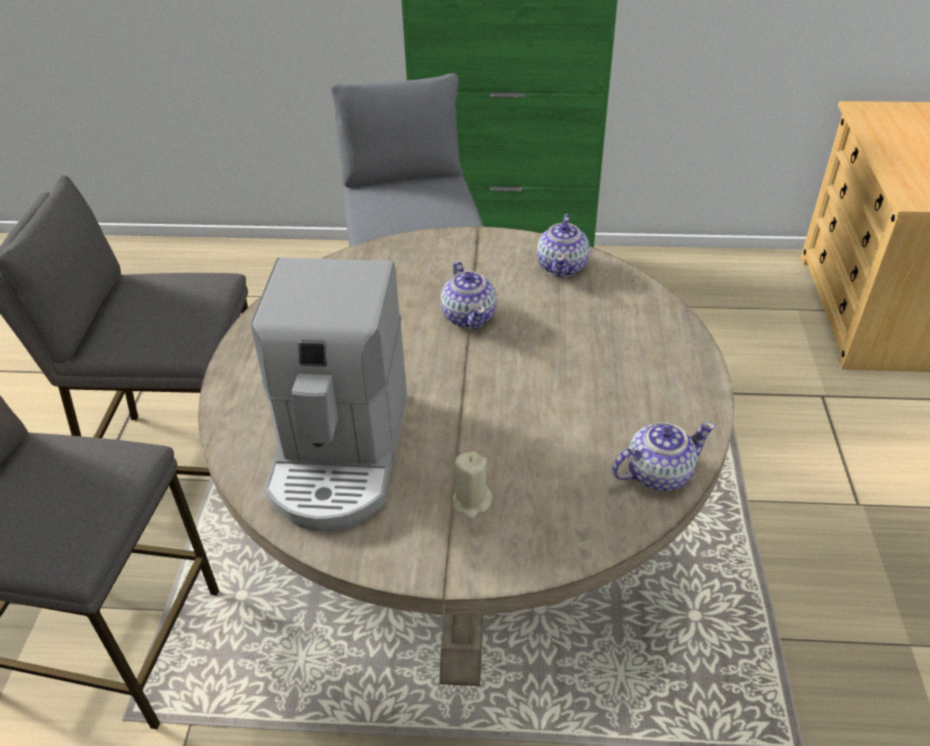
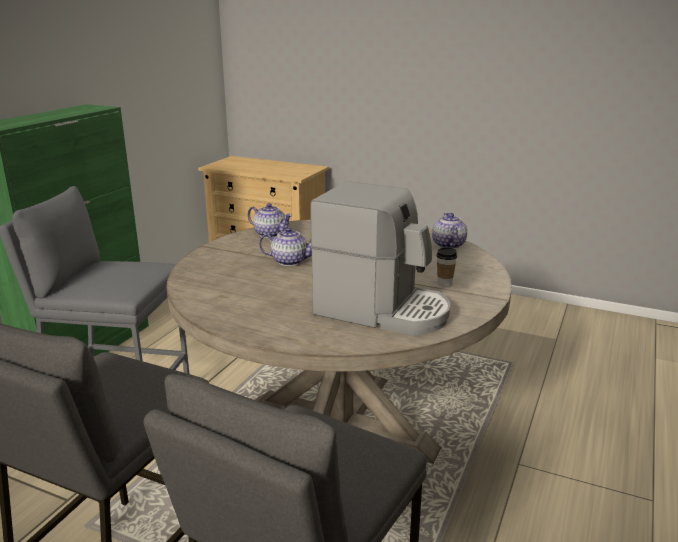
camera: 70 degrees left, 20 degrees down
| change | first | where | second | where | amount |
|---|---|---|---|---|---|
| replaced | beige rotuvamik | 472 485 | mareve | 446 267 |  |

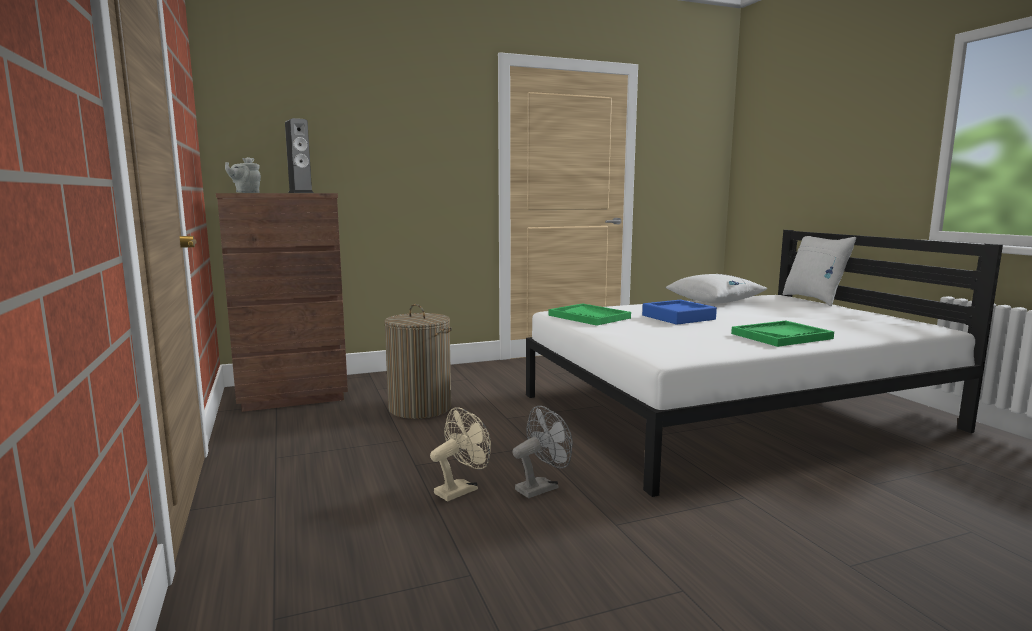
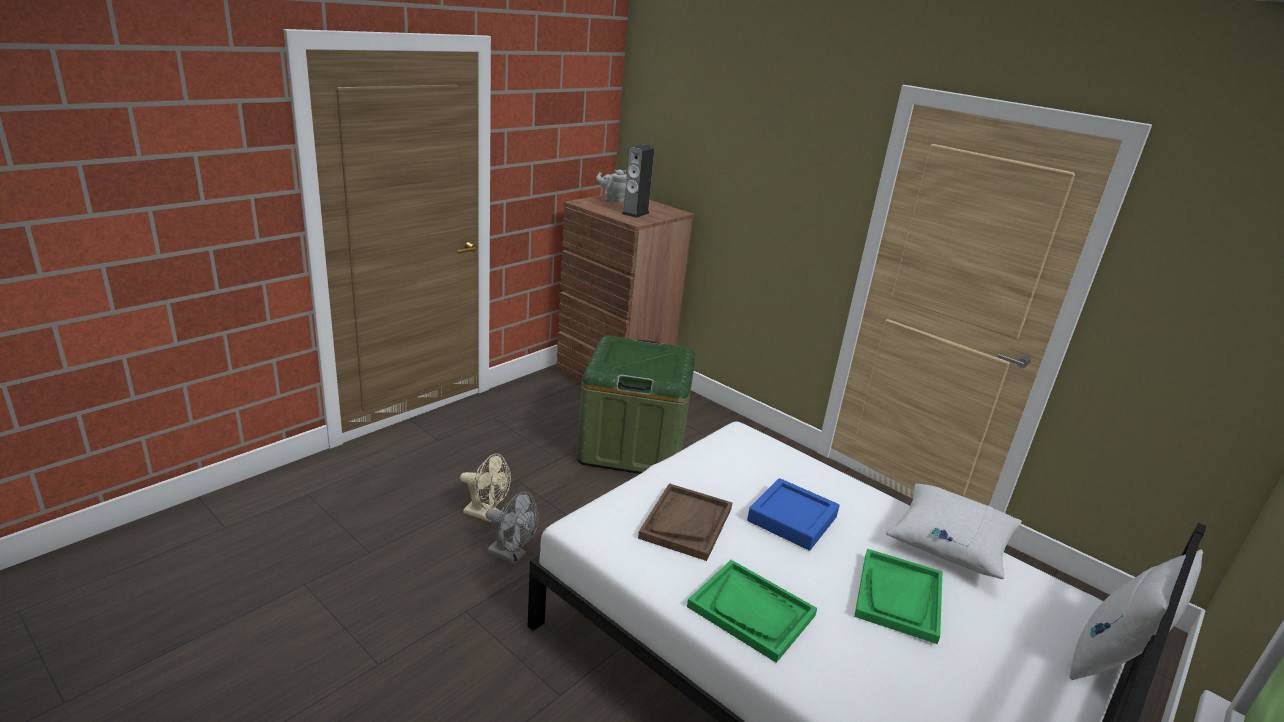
camera: 60 degrees right, 15 degrees up
| change | first | where | second | where | amount |
|---|---|---|---|---|---|
| added |  |  | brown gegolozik | 685 522 |  |
| moved | green gegolozik | 589 315 |  | 898 596 |  |
| replaced | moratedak | 418 361 | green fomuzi | 636 405 |  |

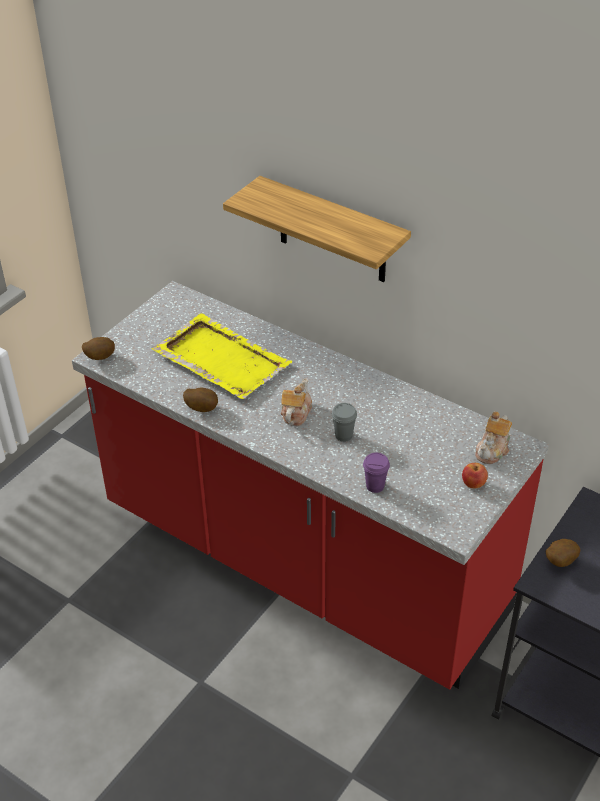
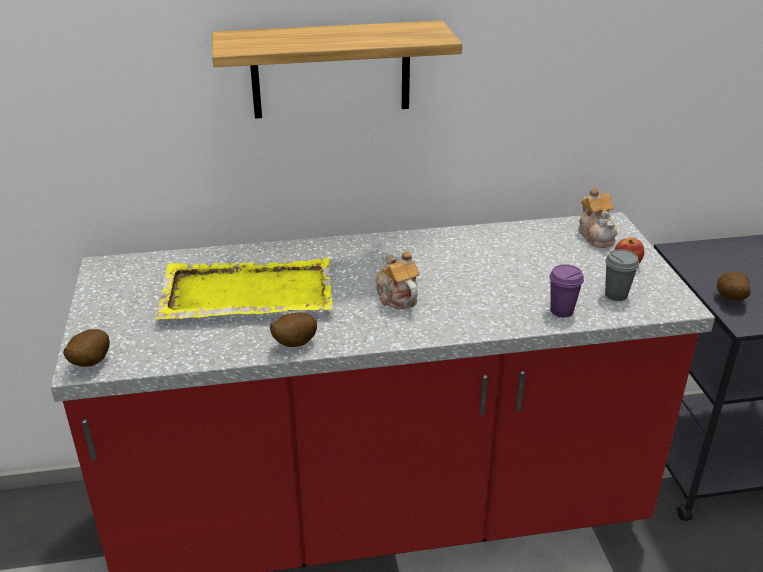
camera: 45 degrees left, 10 degrees down
| change | first | where | second | where | amount |
|---|---|---|---|---|---|
| moved | grey mareve | 344 422 |  | 622 275 |  |

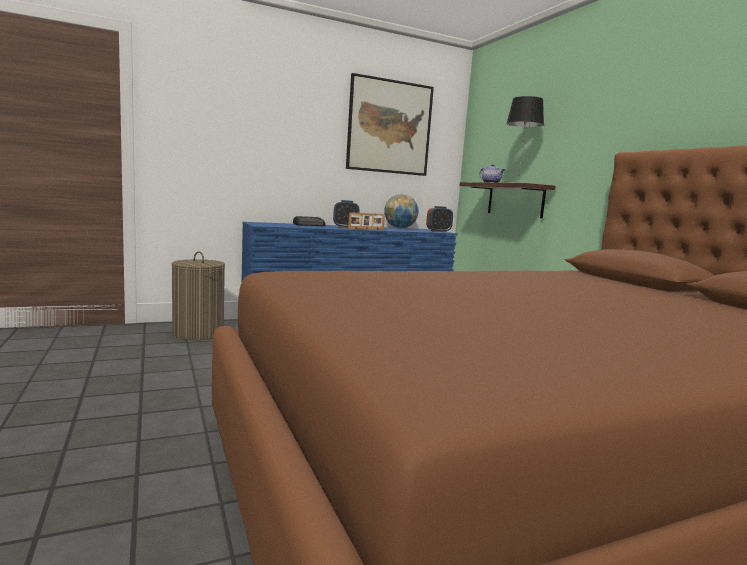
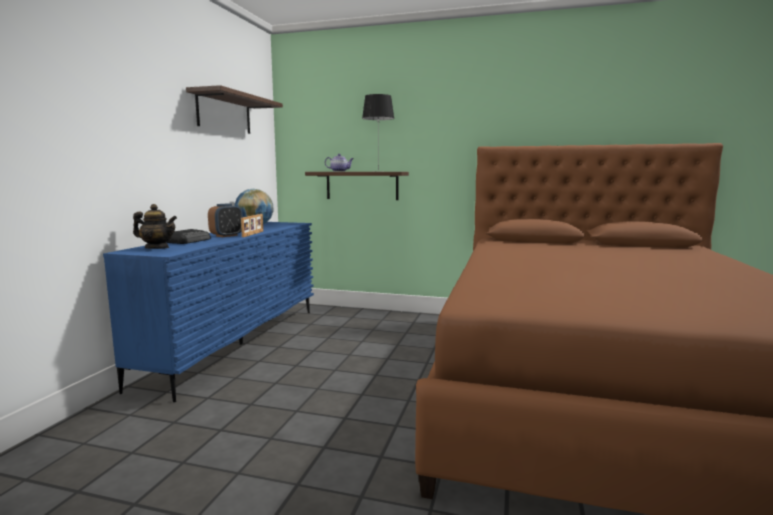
camera: 50 degrees left, 0 degrees up
| change | first | where | second | where | amount |
|---|---|---|---|---|---|
| removed | moratedak | 198 295 |  |  |  |
| removed | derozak | 439 219 |  |  |  |
| added |  |  | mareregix | 155 226 |  |
| replaced | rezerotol | 390 124 | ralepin | 234 109 |  |

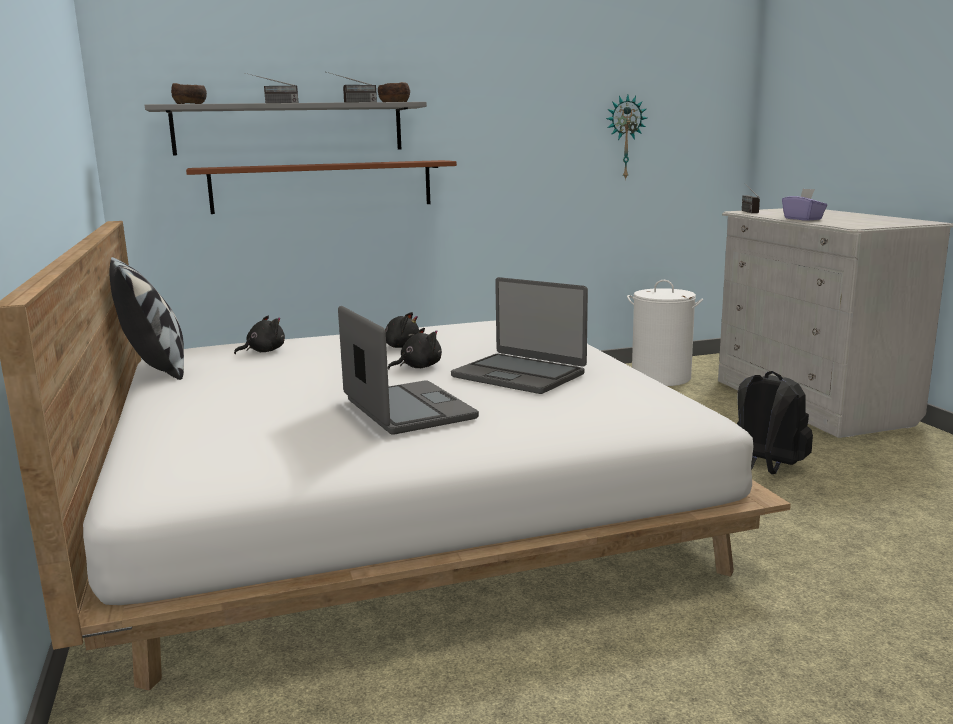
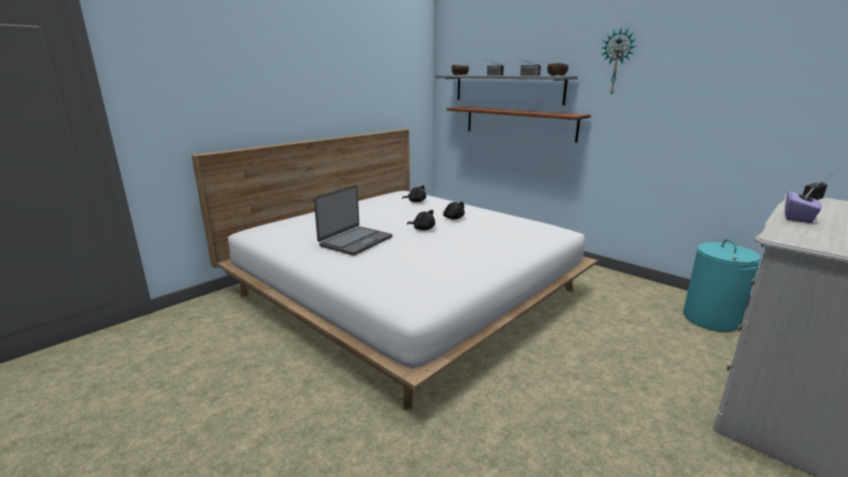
camera: 60 degrees right, 5 degrees up
| change | first | where | second | where | amount |
|---|---|---|---|---|---|
| removed | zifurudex | 147 318 |  |  |  |
| removed | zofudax | 519 335 |  |  |  |
| removed | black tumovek | 775 422 |  |  |  |
| moved | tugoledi | 626 137 |  | 619 62 |  |
| recoloured | white moratedak | 665 333 | turquoise moratedak | 722 285 |  |

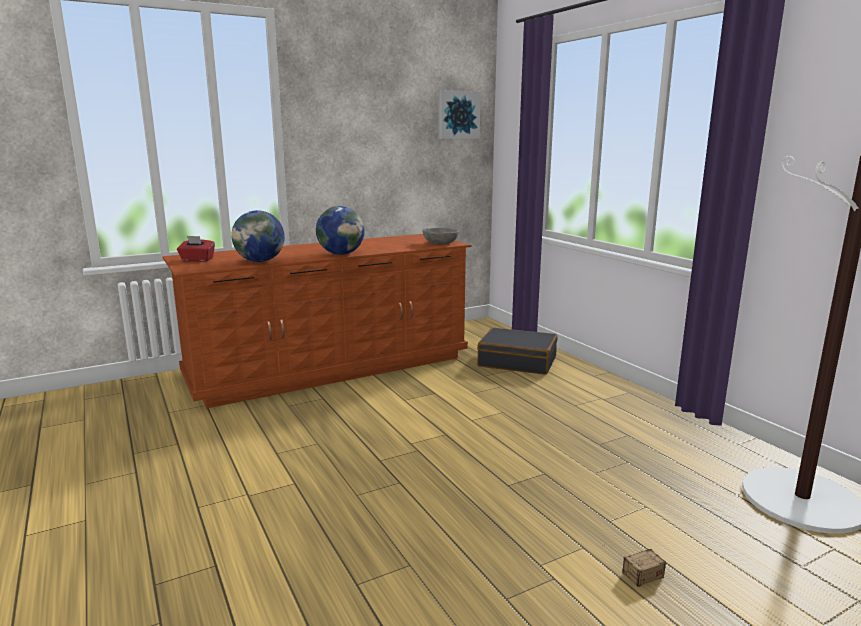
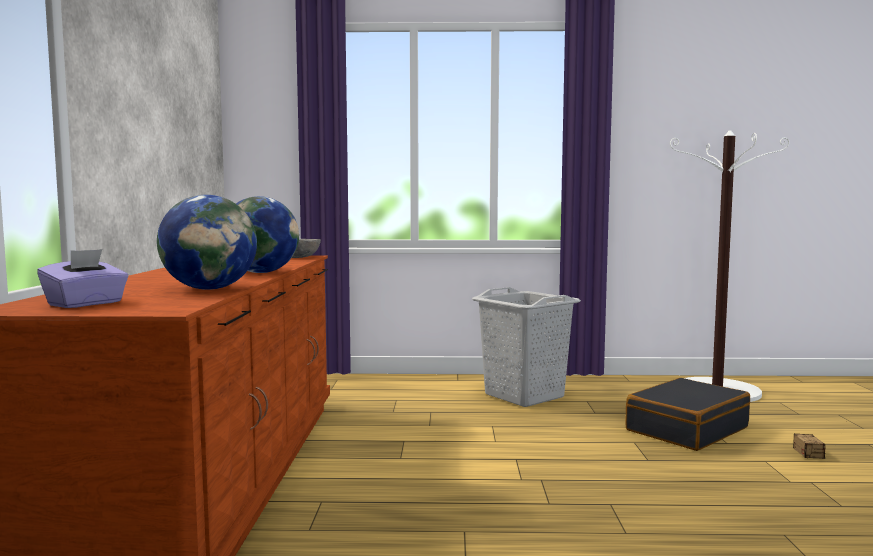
camera: 60 degrees left, 10 degrees down
| change | first | where | second | where | amount |
|---|---|---|---|---|---|
| removed | rezerotol | 460 114 |  |  |  |
| added |  |  | grey moratedak | 526 347 |  |
| moved | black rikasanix | 517 351 |  | 687 414 |  |
| recoloured | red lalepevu | 196 248 | purple lalepevu | 82 278 |  |

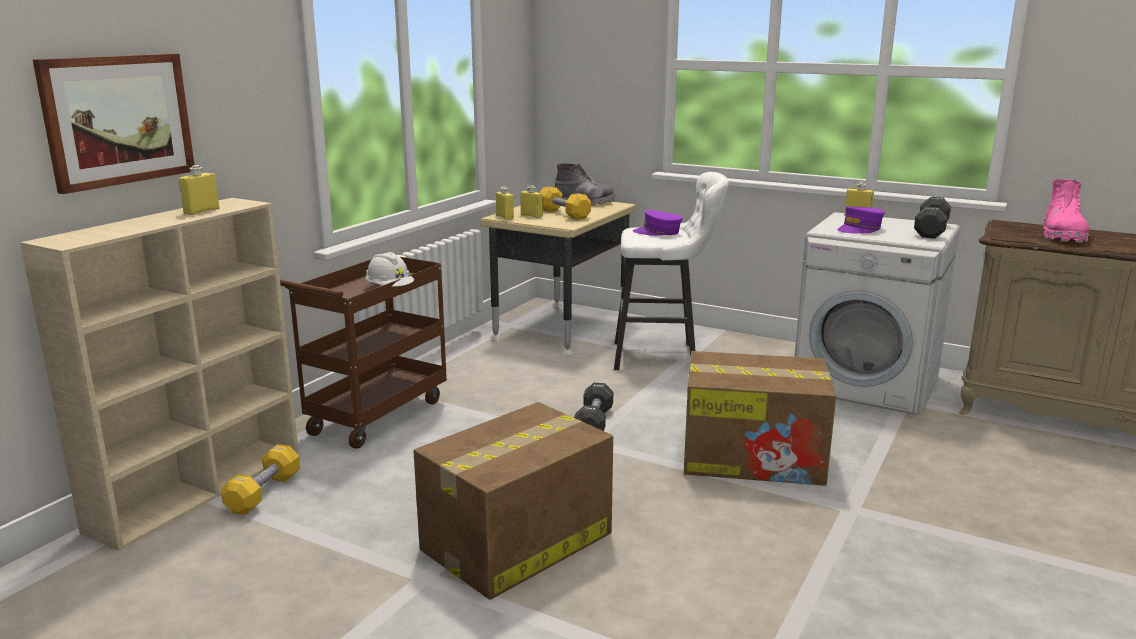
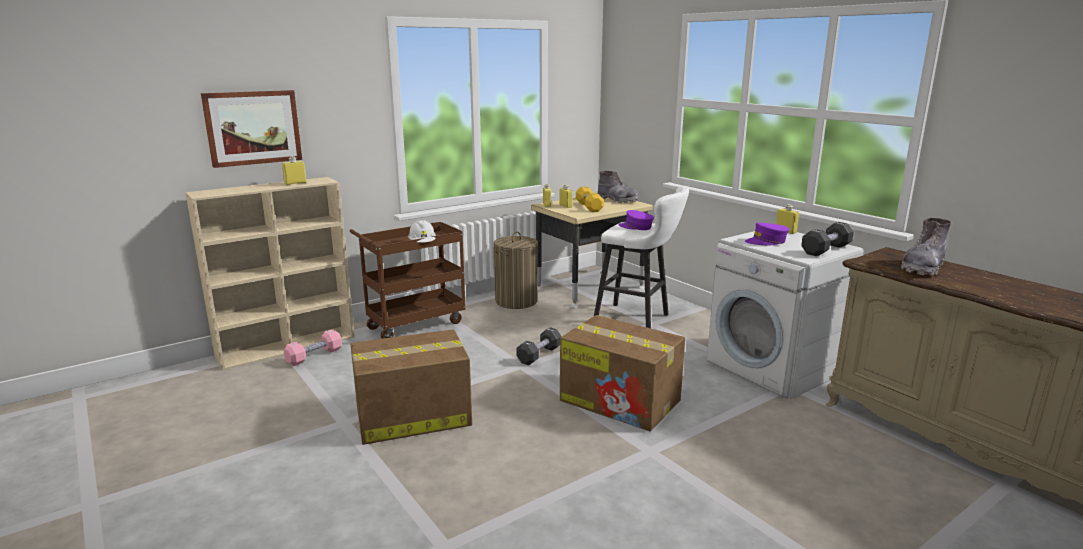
camera: 25 degrees right, 0 degrees up
| change | first | where | second | where | amount |
|---|---|---|---|---|---|
| added |  |  | moratedak | 516 270 |  |
| recoloured | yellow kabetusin | 260 479 | pink kabetusin | 313 347 |  |
| recoloured | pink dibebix | 1066 211 | grey dibebix | 926 247 |  |

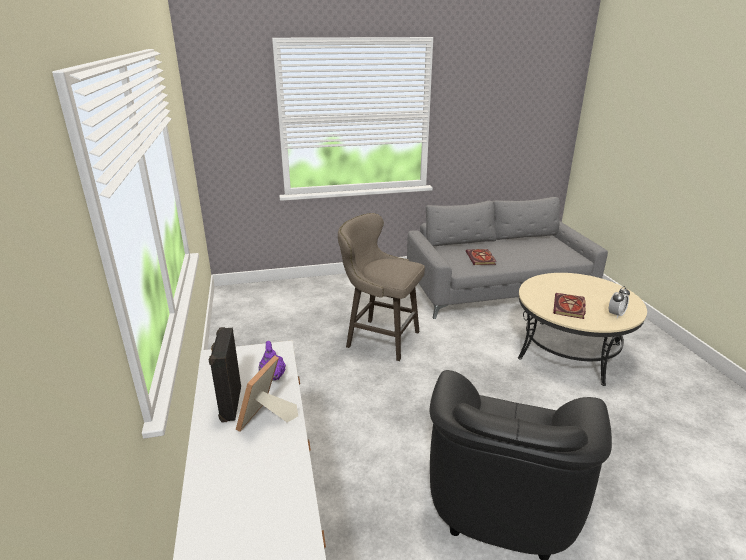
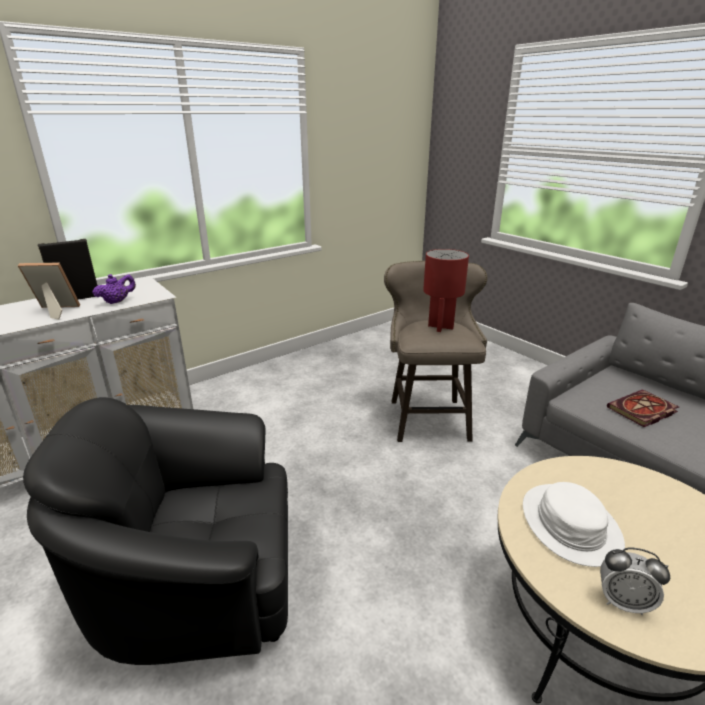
camera: 65 degrees right, 0 degrees up
| change | first | where | second | where | amount |
|---|---|---|---|---|---|
| added |  |  | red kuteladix | 446 290 |  |
| replaced | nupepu | 569 306 | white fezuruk | 574 524 |  |

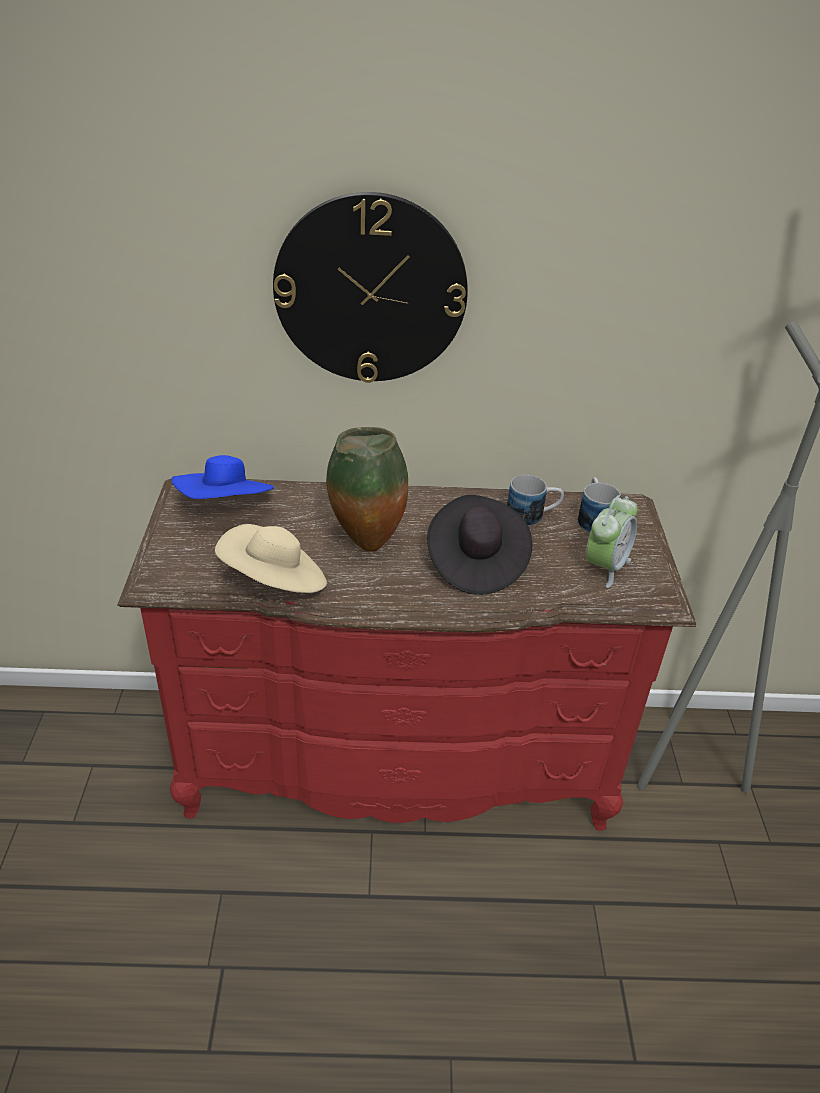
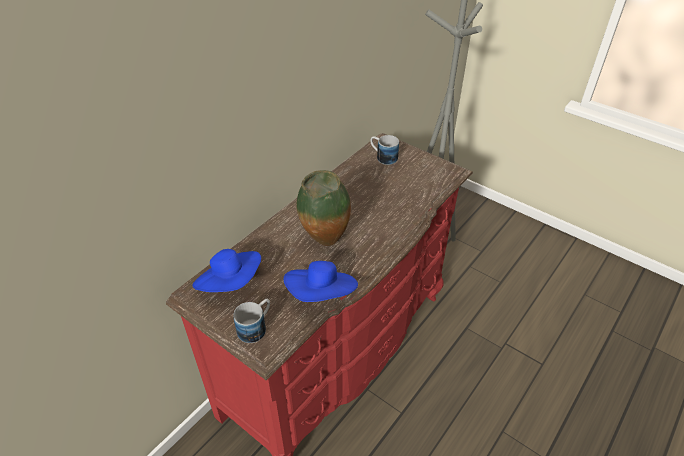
camera: 50 degrees left, 5 degrees up
| change | first | where | second | where | amount |
|---|---|---|---|---|---|
| removed | tugoledi | 370 287 |  |  |  |
| removed | black fezuruk | 479 545 |  |  |  |
| removed | derozak | 612 541 |  |  |  |
| moved | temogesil | 535 500 |  | 251 321 |  |
| recoloured | beige fezuruk | 271 558 | blue fezuruk | 321 281 |  |

